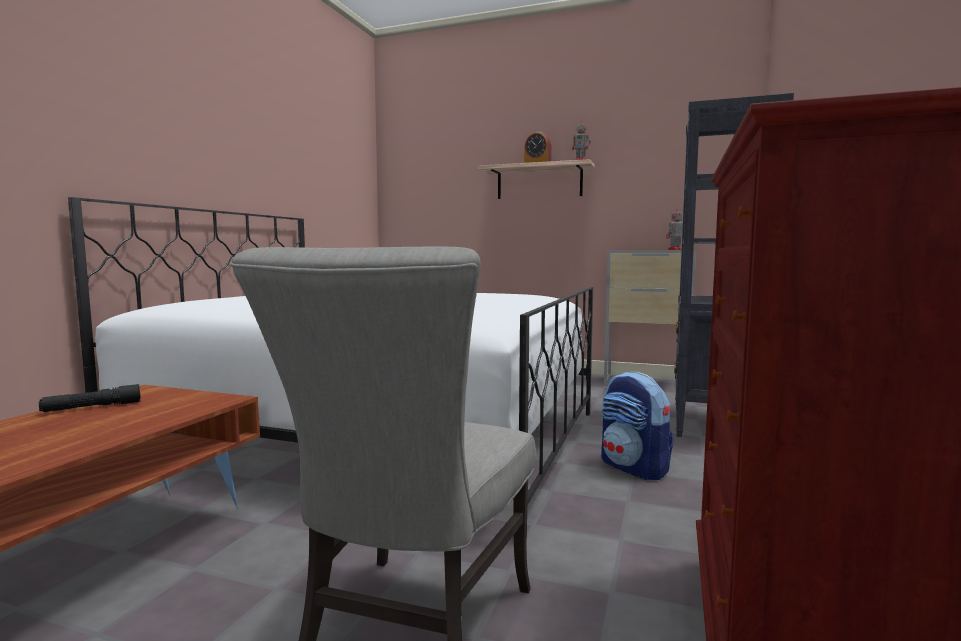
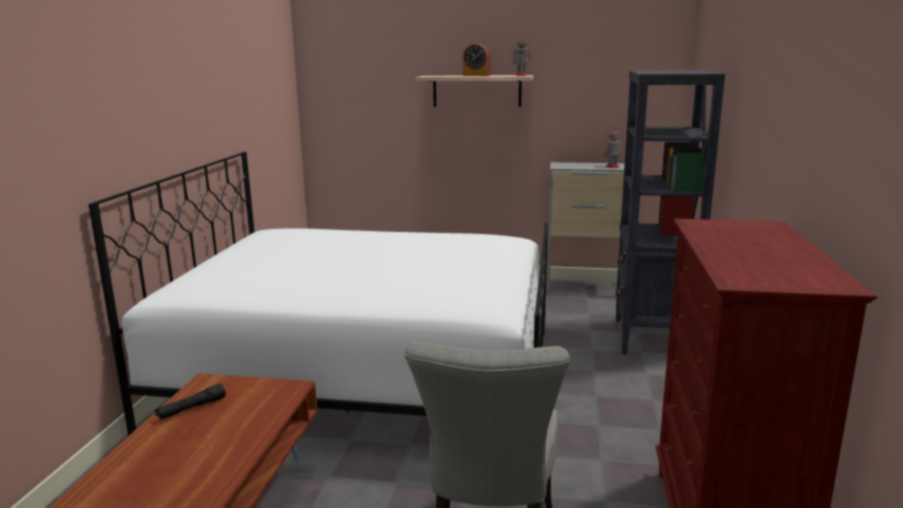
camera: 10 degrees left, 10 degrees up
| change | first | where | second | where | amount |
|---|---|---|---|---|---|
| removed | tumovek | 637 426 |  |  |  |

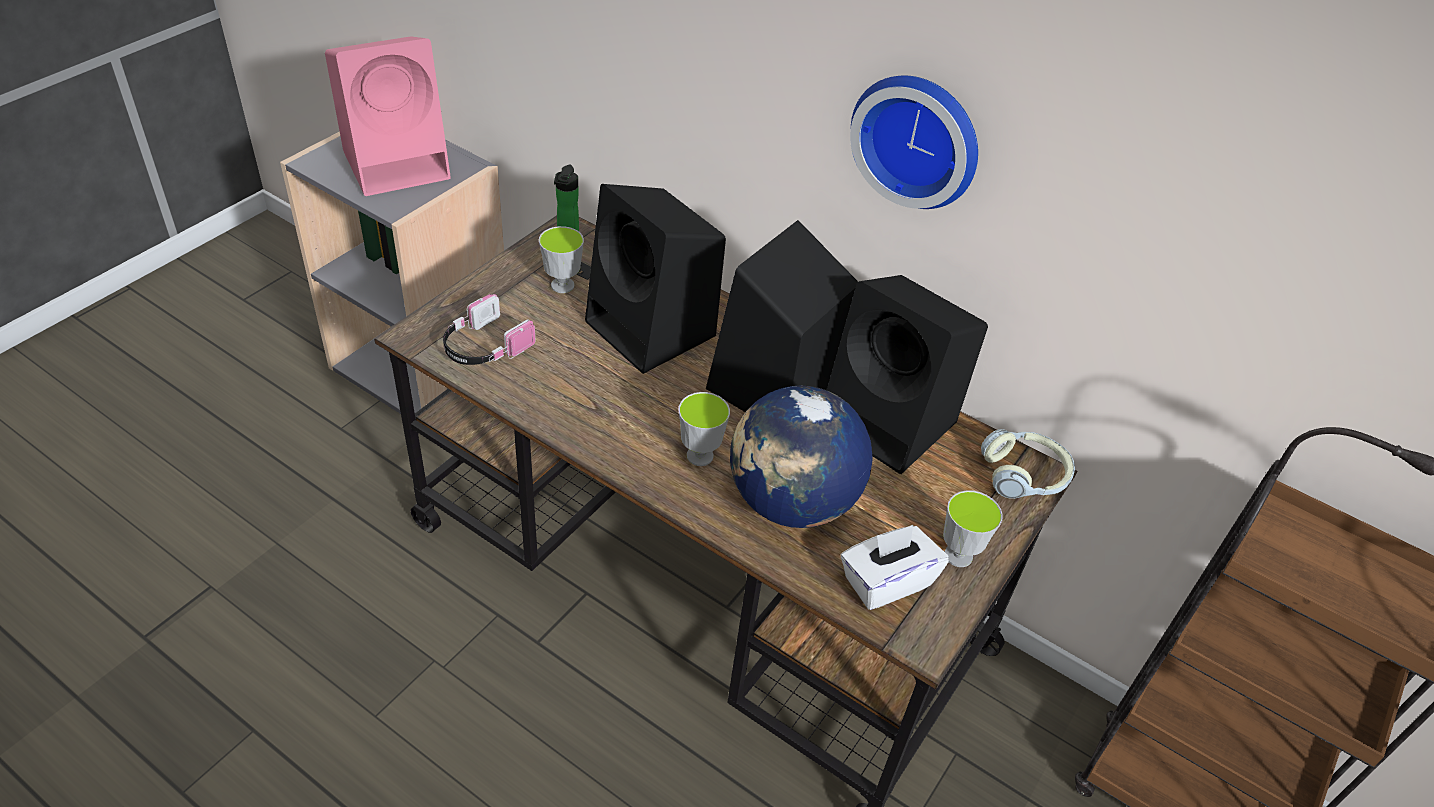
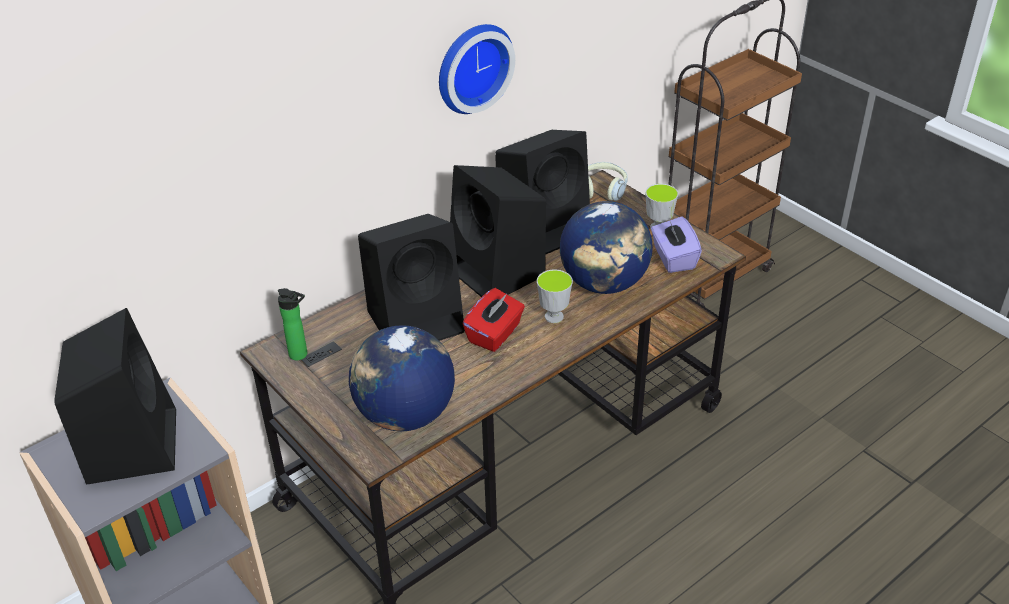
camera: 70 degrees left, 5 degrees down
| change | first | where | second | where | amount |
|---|---|---|---|---|---|
| removed | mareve | 561 259 |  |  |  |
| added |  |  | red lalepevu | 494 320 |  |
| replaced | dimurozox | 489 329 | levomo | 402 378 |  |
| recoloured | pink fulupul | 388 116 | black fulupul | 115 396 |  |
| recoloured | white lalepevu | 895 567 | purple lalepevu | 676 244 |  |

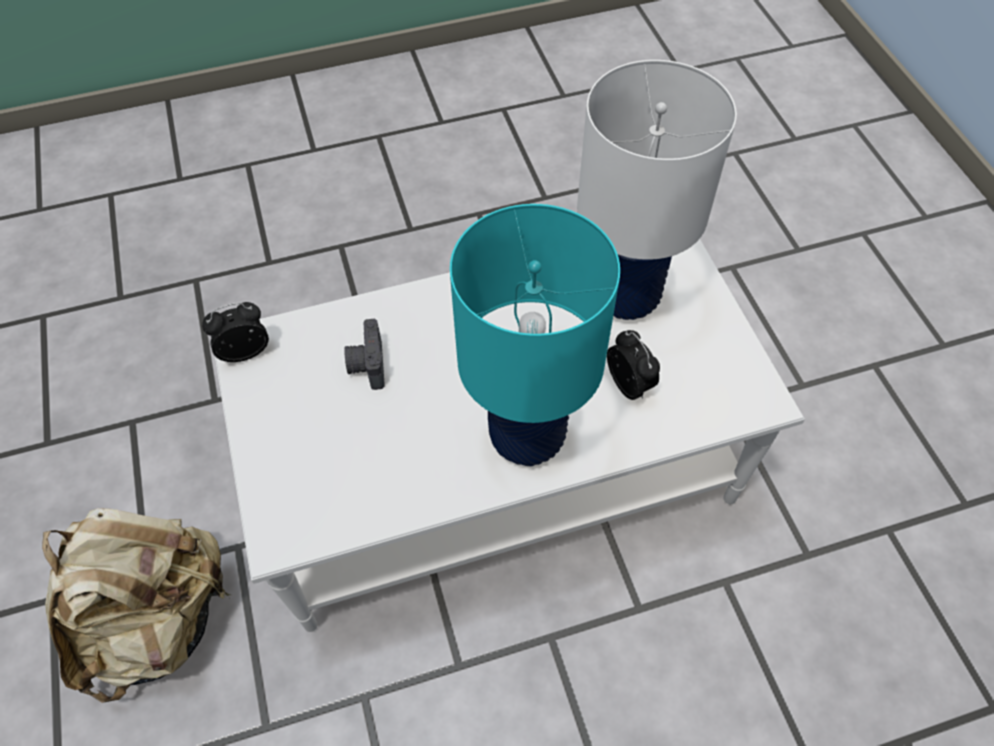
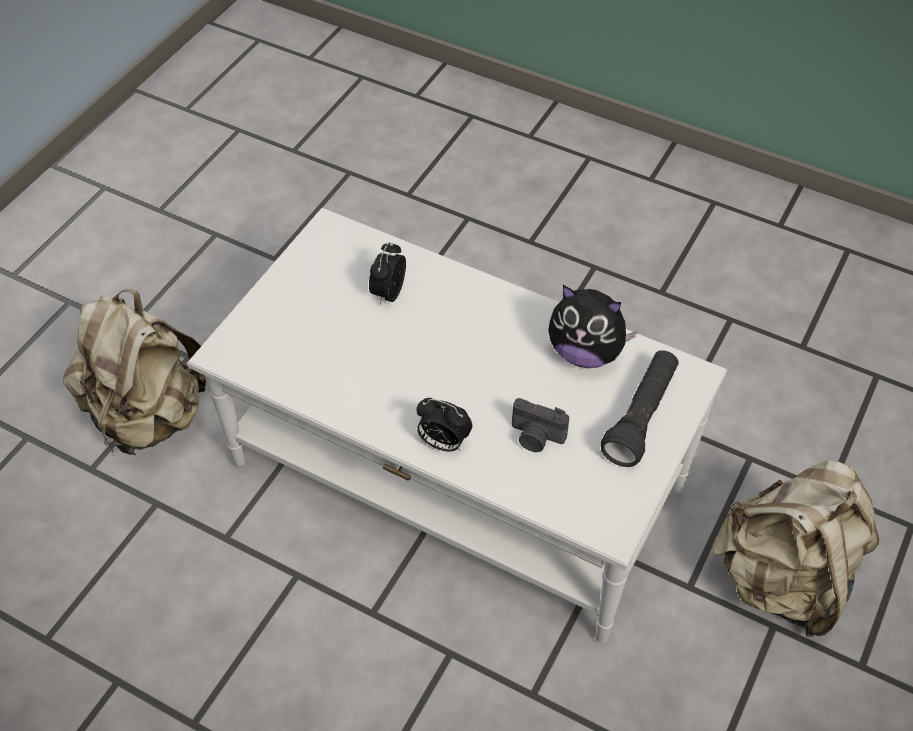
camera: 135 degrees left, 5 degrees down
| change | first | where | second | where | amount |
|---|---|---|---|---|---|
| removed | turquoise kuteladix | 535 335 |  |  |  |
| removed | white kuteladix | 657 190 |  |  |  |
| added |  |  | beige tumovek | 134 372 |  |
| added |  |  | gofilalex | 593 326 |  |
| added |  |  | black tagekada | 640 408 |  |
| moved | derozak | 235 332 |  | 444 424 |  |
| turned | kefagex | 364 354 |  | 540 425 | 75 degrees clockwise |

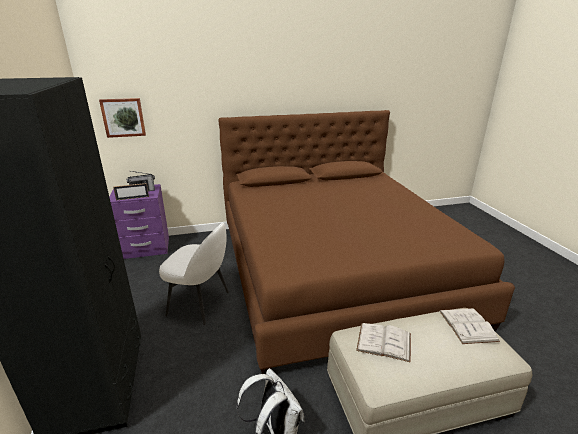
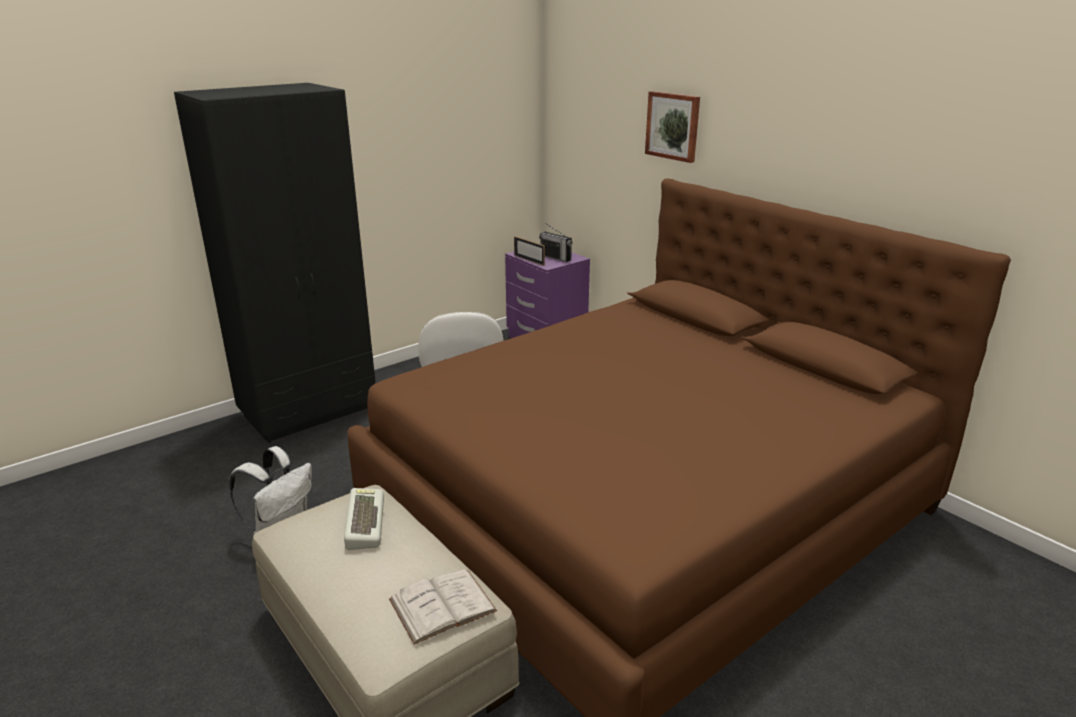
camera: 65 degrees right, 0 degrees up
| change | first | where | second | where | amount |
|---|---|---|---|---|---|
| moved | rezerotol | 122 118 |  | 672 127 |  |
| replaced | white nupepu | 383 342 | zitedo | 364 519 |  |

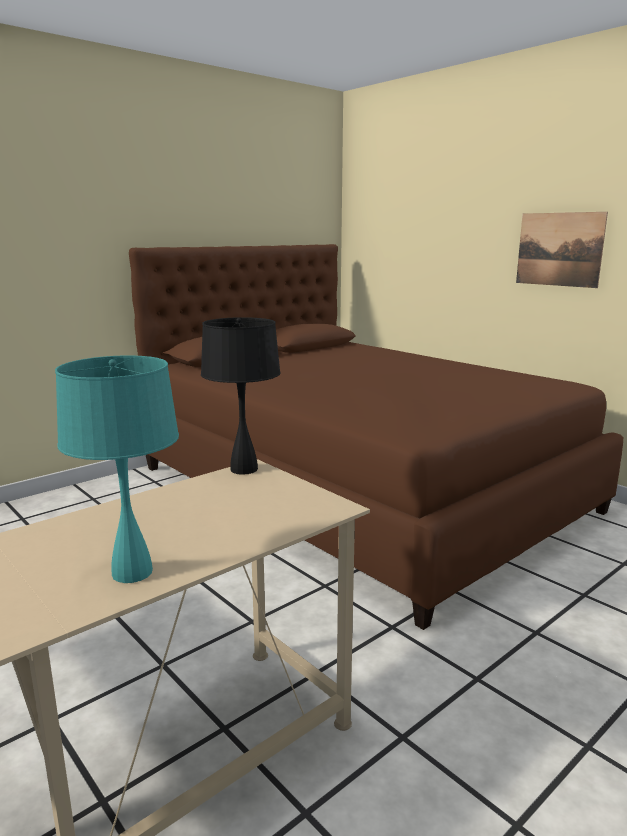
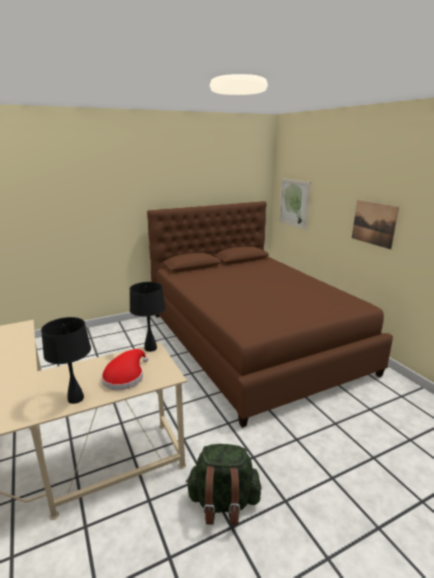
camera: 15 degrees right, 5 degrees up
| change | first | where | second | where | amount |
|---|---|---|---|---|---|
| added |  |  | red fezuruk | 125 369 |  |
| added |  |  | green tumovek | 223 484 |  |
| added |  |  | rezerotol | 295 204 |  |
| recoloured | turquoise kuteladix | 117 469 | black kuteladix | 66 360 |  |

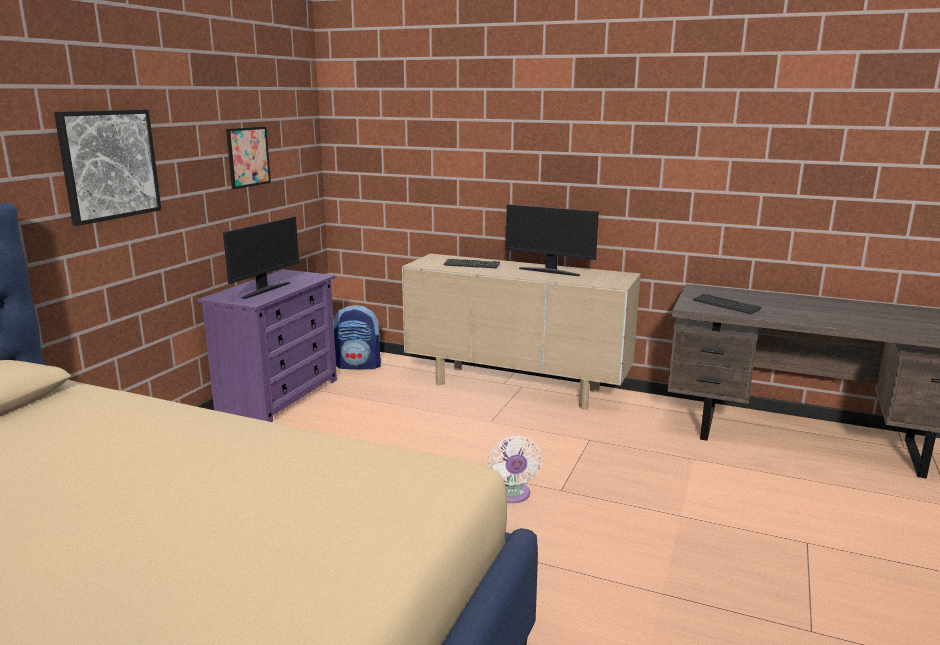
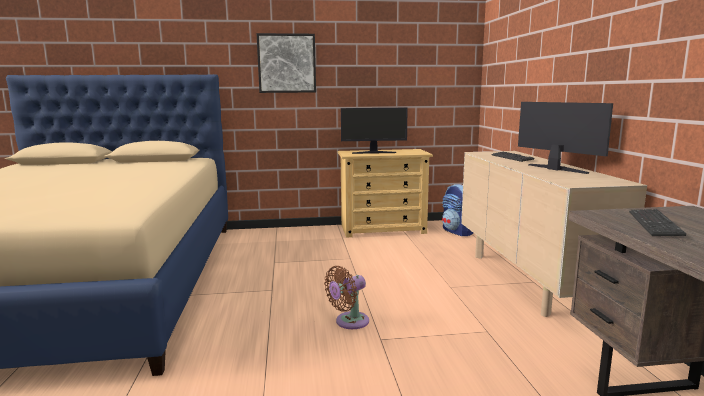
camera: 60 degrees right, 5 degrees down
| change | first | where | second | where | amount |
|---|---|---|---|---|---|
| removed | rezerotol | 248 157 |  |  |  |
| recoloured | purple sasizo | 267 345 | beige sasizo | 385 193 |  |
| recoloured | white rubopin | 515 469 | brown rubopin | 346 297 |  |
| turned | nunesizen | 552 240 |  | 565 138 | 150 degrees clockwise |

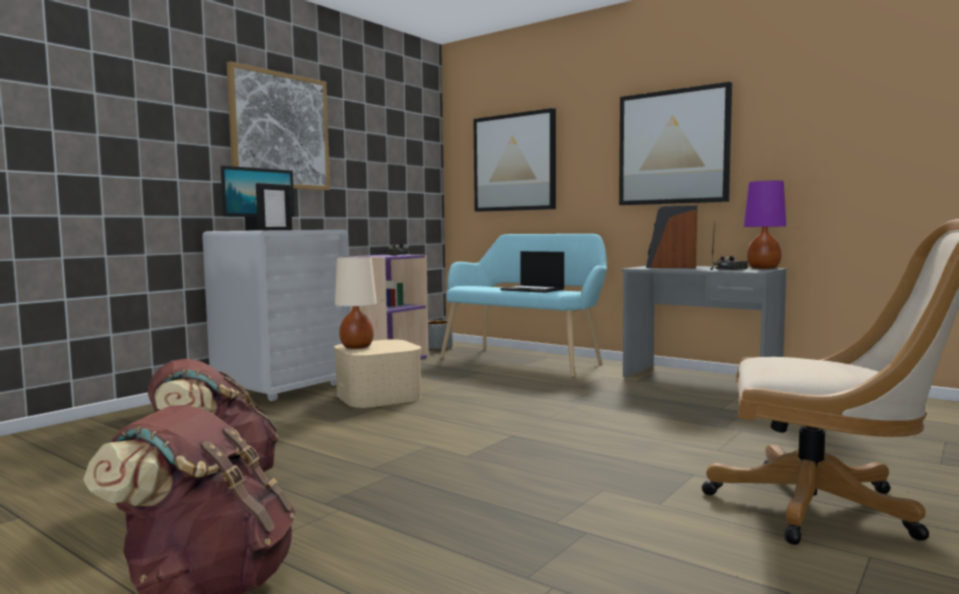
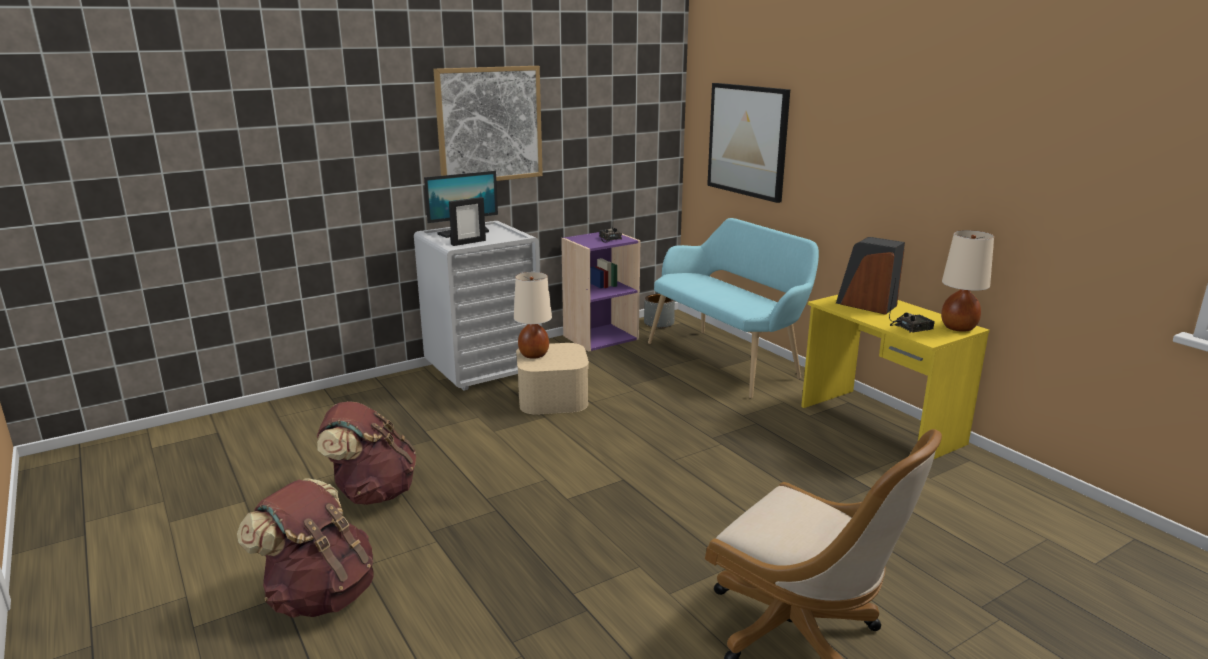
camera: 20 degrees right, 15 degrees up
| change | first | where | second | where | amount |
|---|---|---|---|---|---|
| removed | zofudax | 532 272 |  |  |  |
| removed | rezerotol | 675 143 |  |  |  |
| recoloured | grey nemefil | 704 322 | yellow nemefil | 895 377 |  |
| recoloured | purple kuteladix | 765 225 | beige kuteladix | 967 281 |  |

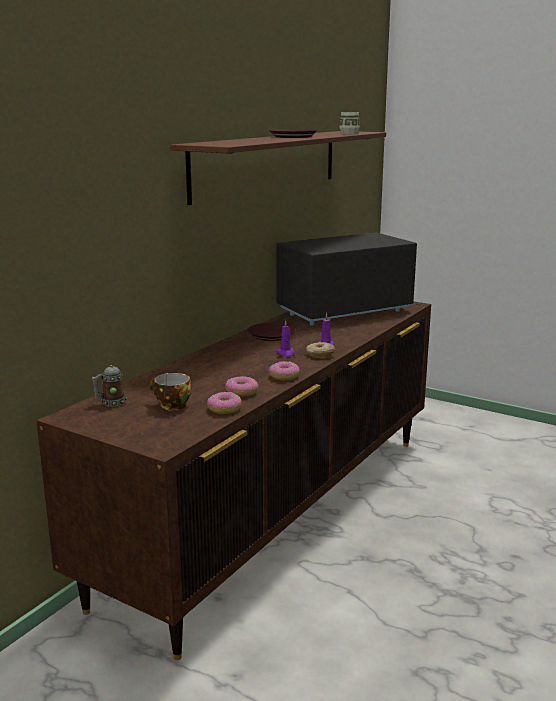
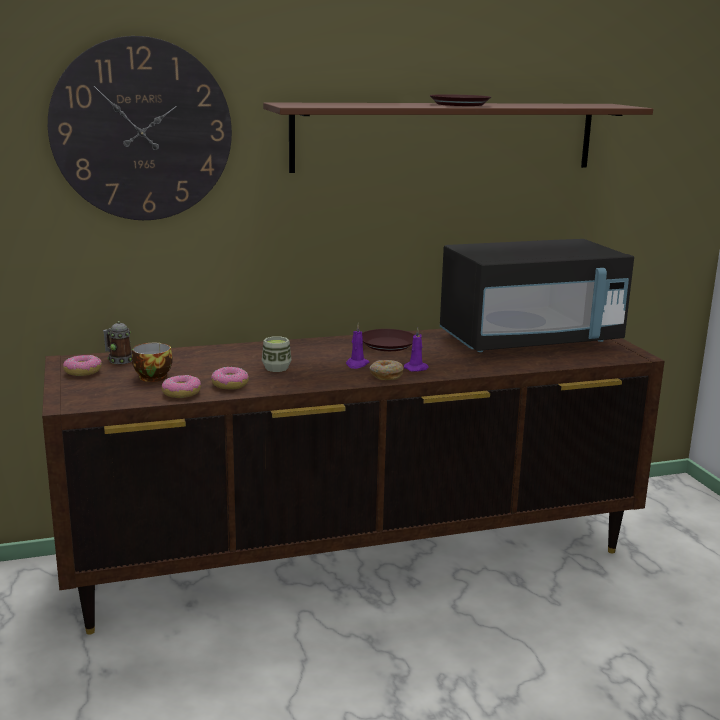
camera: 40 degrees right, 0 degrees up
| change | first | where | second | where | amount |
|---|---|---|---|---|---|
| added |  |  | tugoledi | 140 128 |  |
| moved | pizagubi | 284 370 |  | 82 365 |  |
| moved | mareve | 349 123 |  | 276 354 |  |
| turned | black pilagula | 346 278 |  | 537 295 | 150 degrees clockwise |

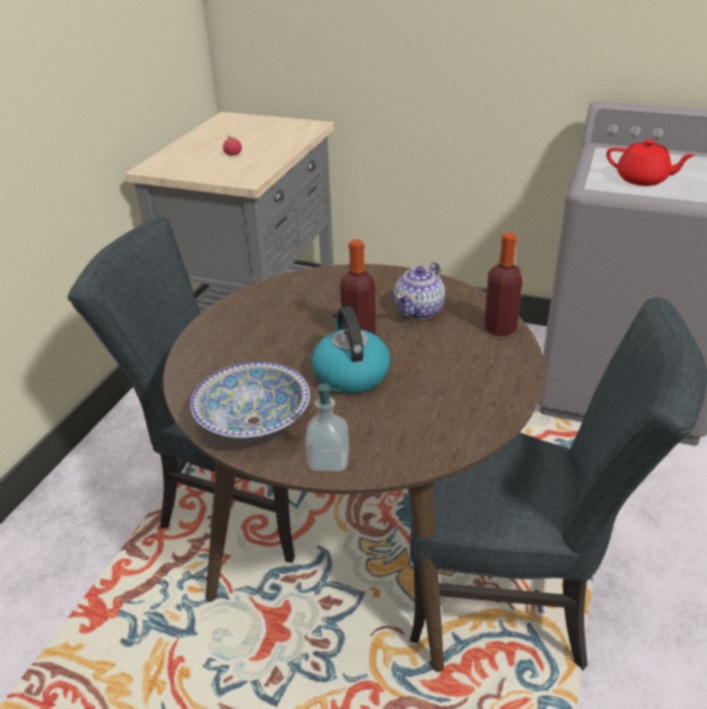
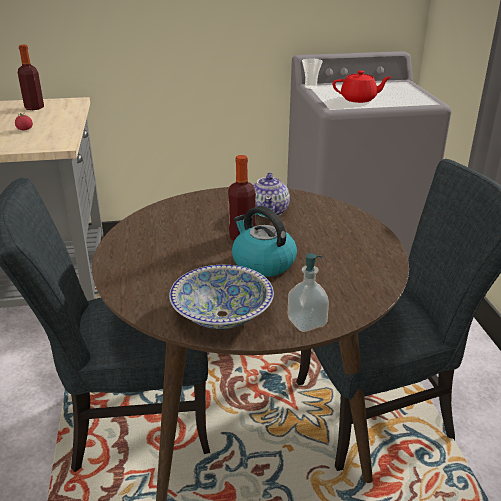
camera: 30 degrees left, 5 degrees down
| change | first | where | second | where | amount |
|---|---|---|---|---|---|
| added |  |  | mareve | 312 73 |  |
| moved | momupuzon | 503 284 |  | 31 77 |  |

